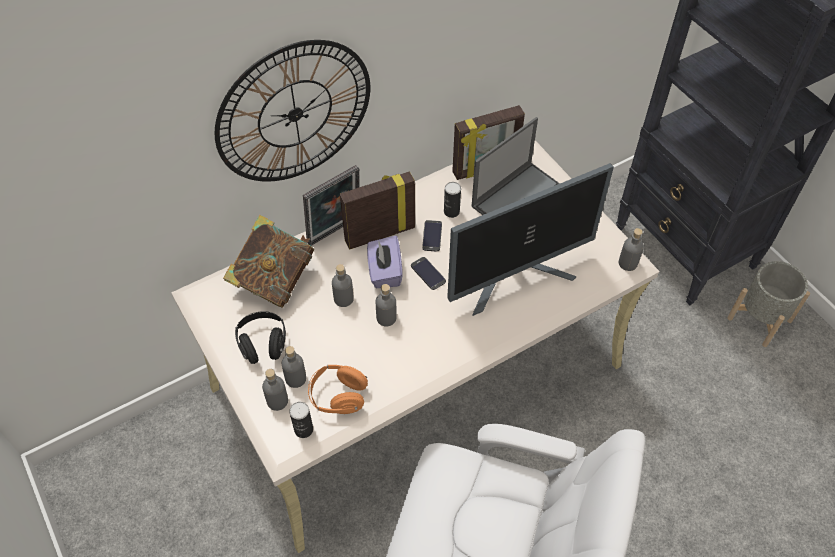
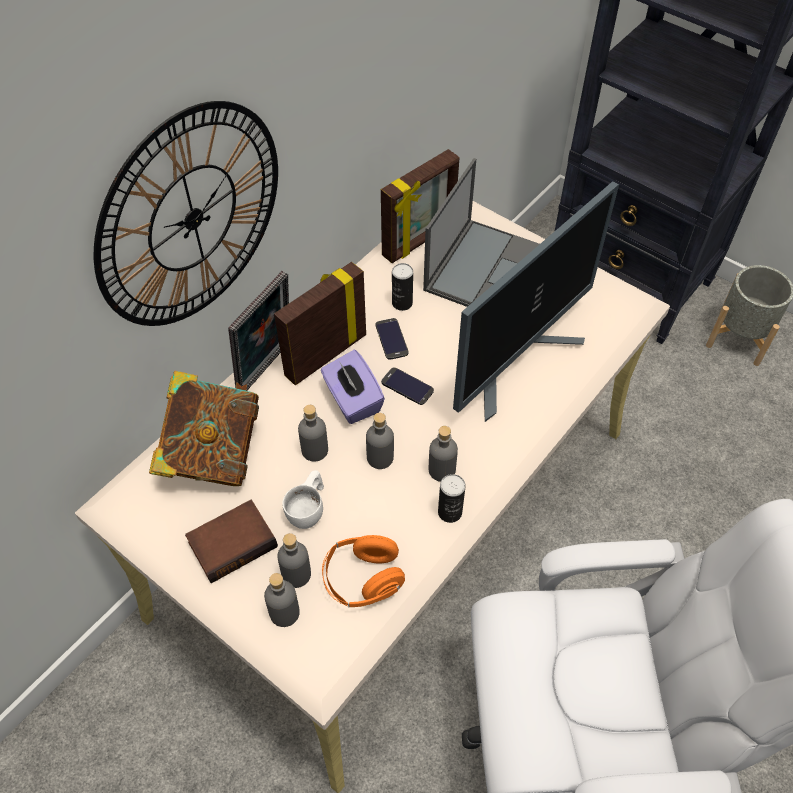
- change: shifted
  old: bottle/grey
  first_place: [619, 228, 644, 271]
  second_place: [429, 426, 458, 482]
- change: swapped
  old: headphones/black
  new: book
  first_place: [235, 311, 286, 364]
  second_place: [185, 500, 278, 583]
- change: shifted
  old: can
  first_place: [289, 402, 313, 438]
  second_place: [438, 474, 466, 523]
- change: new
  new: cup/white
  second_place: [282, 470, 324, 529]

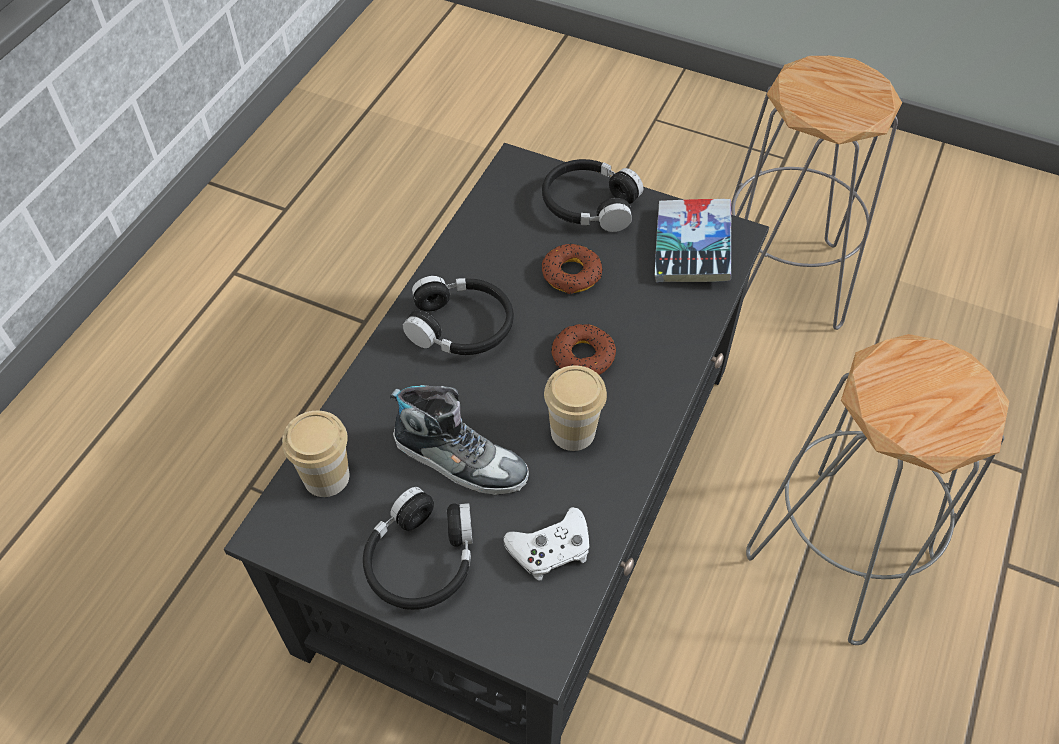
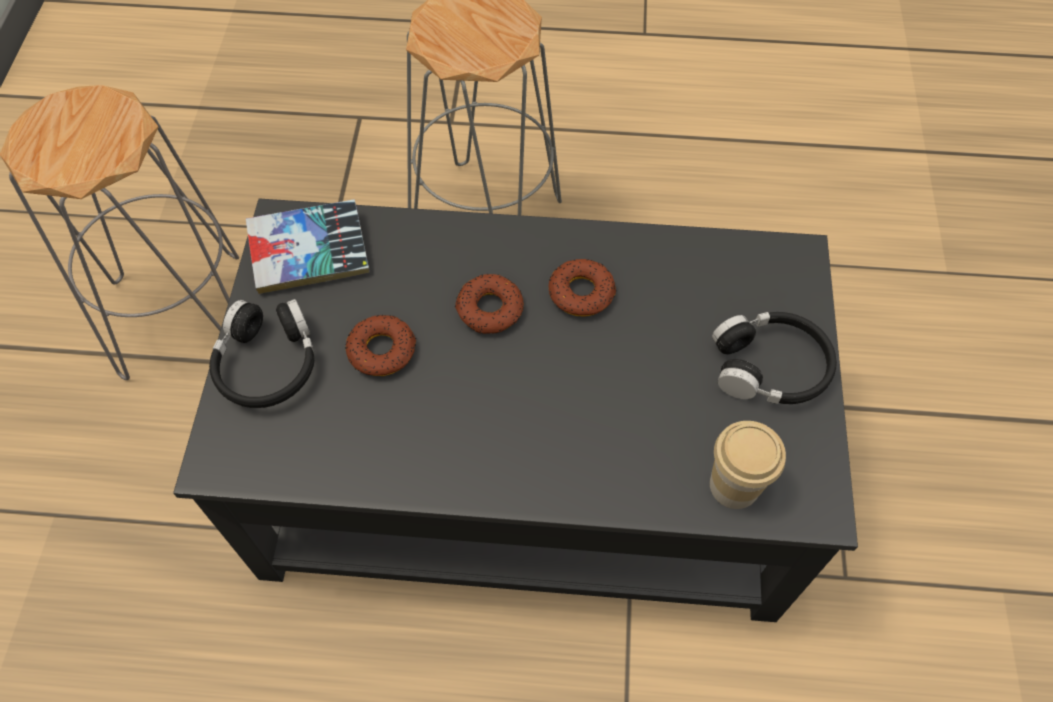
- change: gone
  old: headphones/black
  first_place: [403, 276, 514, 355]
- change: swapped
  old: cup
  new: donut
  first_place: [544, 366, 607, 451]
  second_place: [549, 259, 617, 317]
- change: gone
  old: shoe
  first_place: [390, 385, 529, 495]
- change: gone
  old: game controller/white
  first_place: [503, 507, 590, 581]

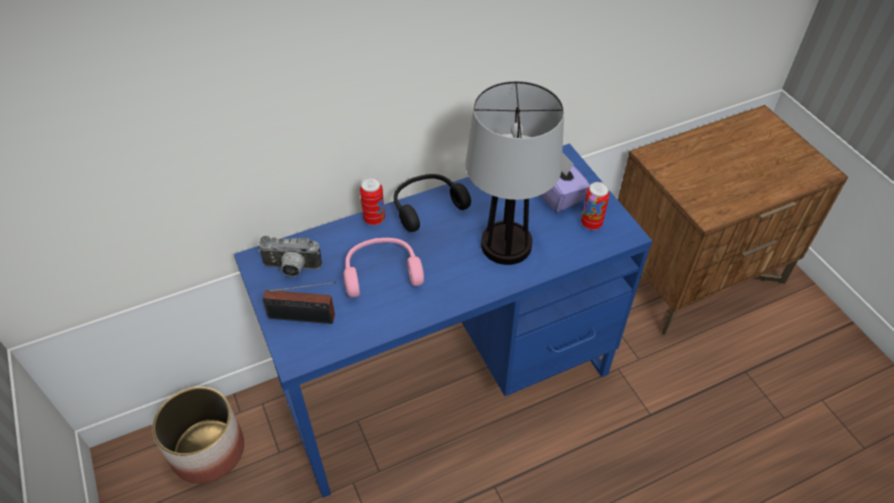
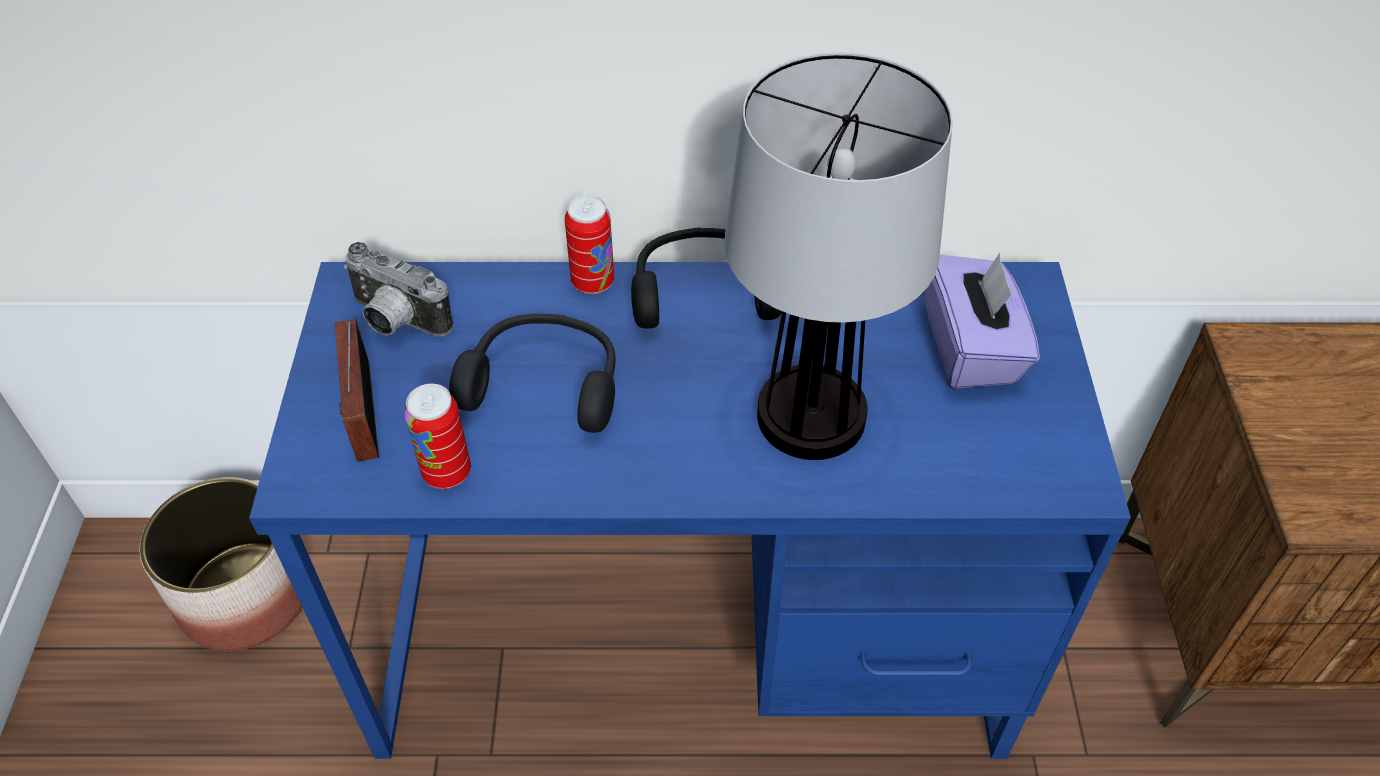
- change: shifted
  old: can
  first_place: [581, 182, 610, 230]
  second_place: [405, 384, 471, 489]
- change: repainted
  old: headphones/pink
  new: headphones/black
  first_place: [344, 238, 424, 297]
  second_place: [449, 314, 616, 433]
- change: rotated
  old: radio
  first_place: [262, 282, 336, 324]
  second_place: [335, 319, 379, 462]
  degrees: 45

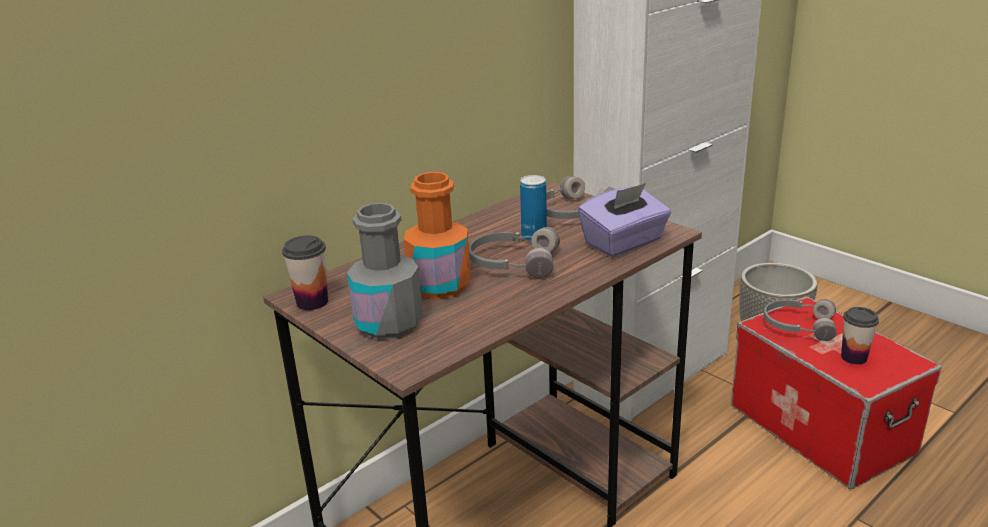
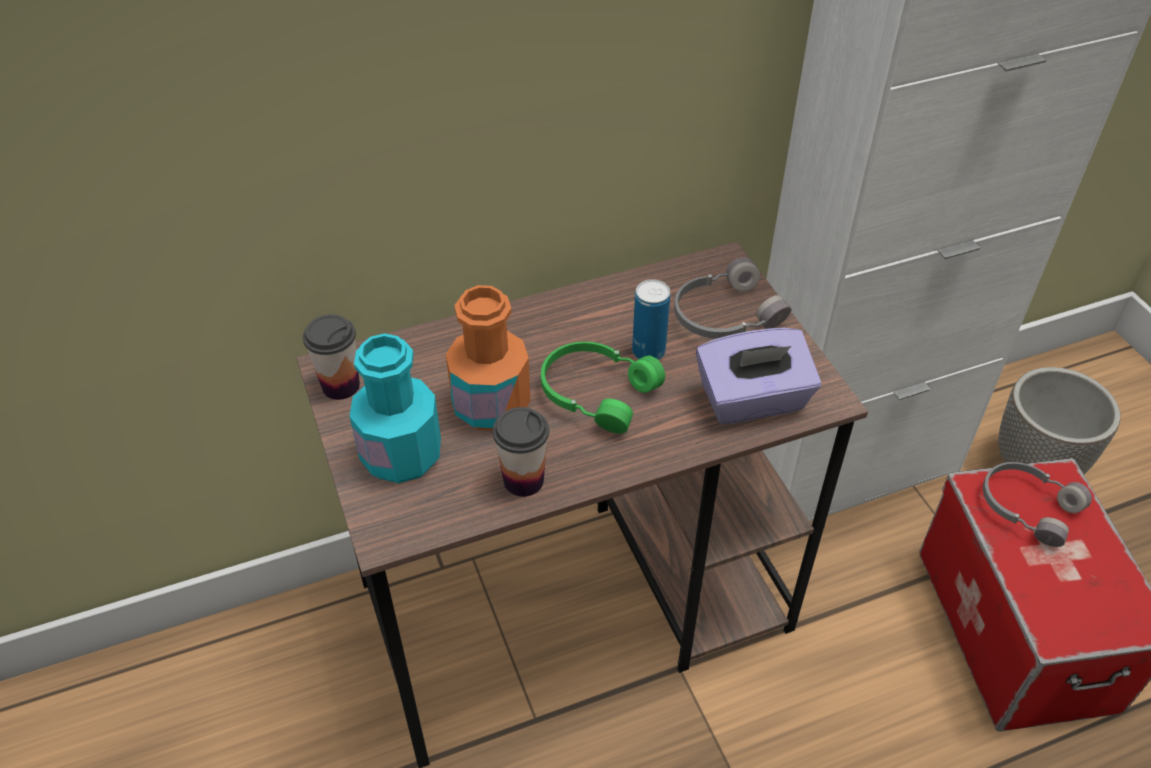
- change: repainted
  old: bottle/grey
  new: bottle/turquoise
  first_place: [347, 203, 423, 340]
  second_place: [350, 333, 441, 483]
- change: repainted
  old: headphones/grey
  new: headphones/green
  first_place: [469, 227, 560, 278]
  second_place: [541, 342, 665, 434]
- change: shifted
  old: cup
  first_place: [841, 307, 879, 365]
  second_place: [493, 407, 549, 497]

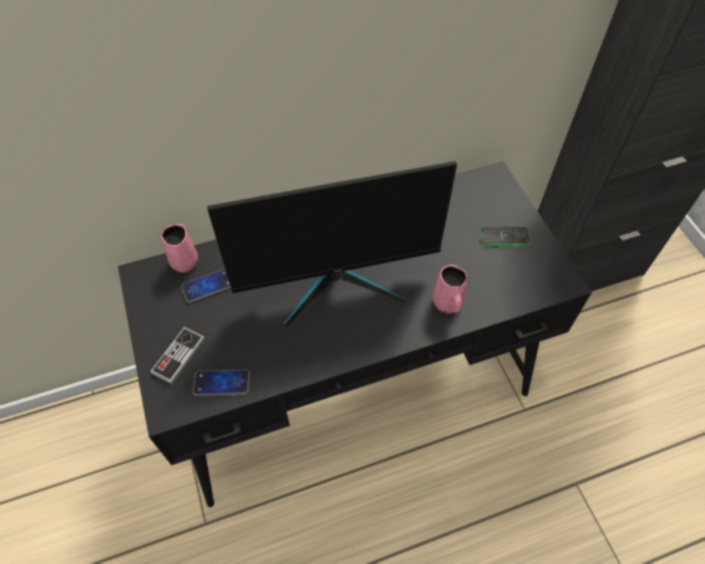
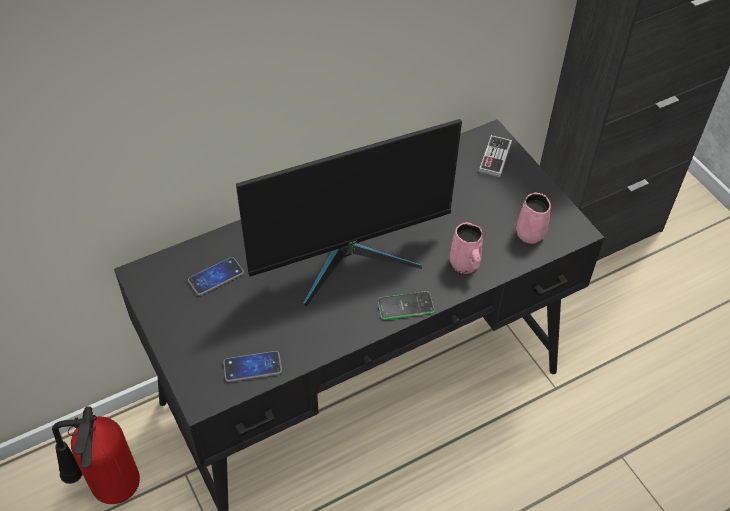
- change: shifted
  old: mug/pink
  first_place: [161, 224, 198, 273]
  second_place: [516, 192, 551, 244]
- change: shifted
  old: phone
  first_place: [480, 226, 531, 246]
  second_place: [378, 291, 434, 320]
- change: shifted
  old: game controller
  first_place: [150, 327, 205, 384]
  second_place: [479, 135, 512, 177]
- change: new
  new: fire extinguisher
  second_place: [52, 406, 140, 504]

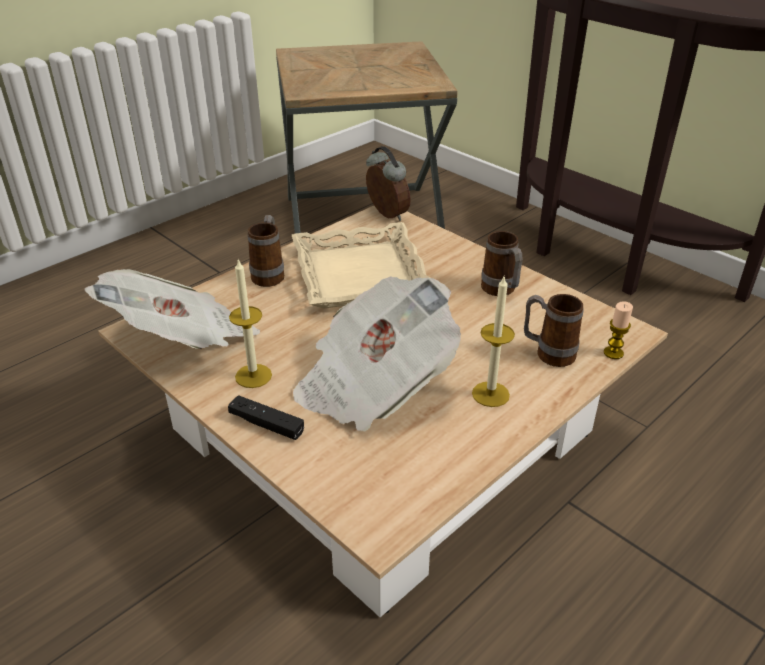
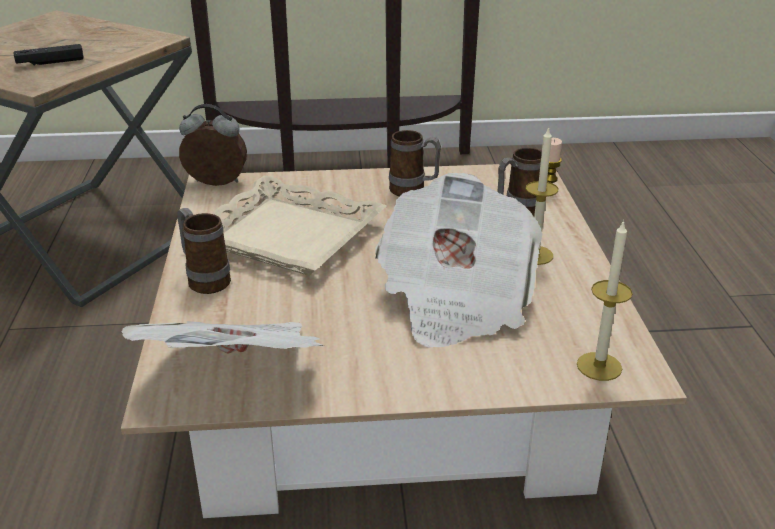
- change: shifted
  old: candle
  first_place: [229, 259, 272, 388]
  second_place: [577, 220, 633, 381]
- change: shifted
  old: game controller/black
  first_place: [228, 395, 304, 440]
  second_place: [13, 44, 83, 66]

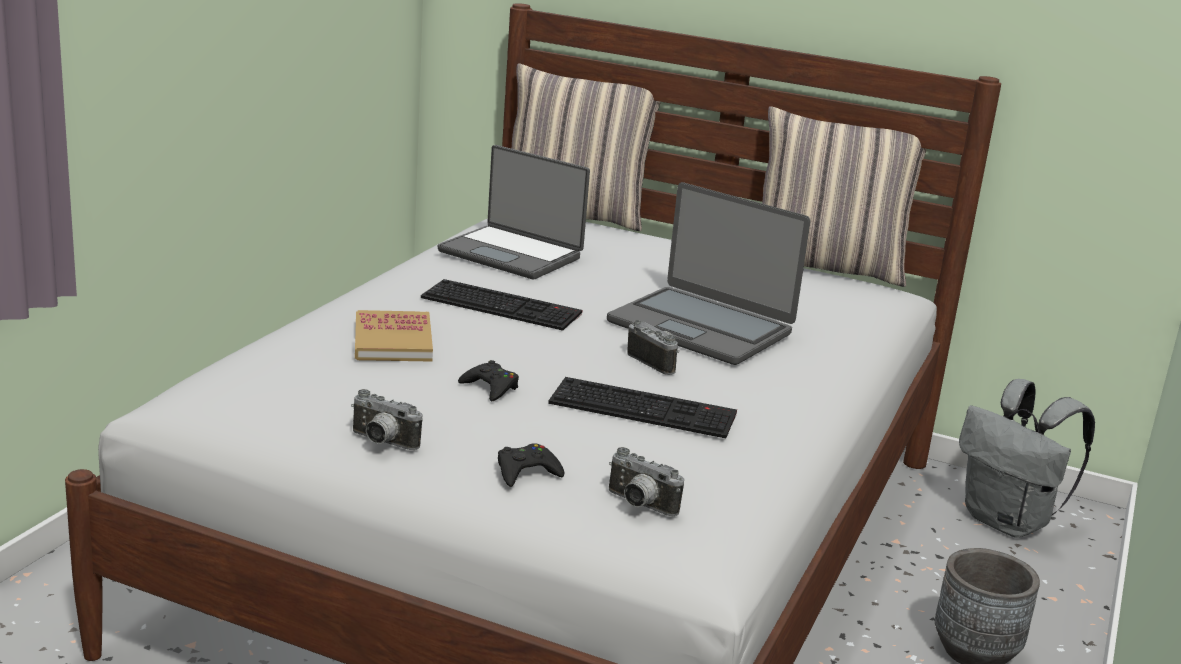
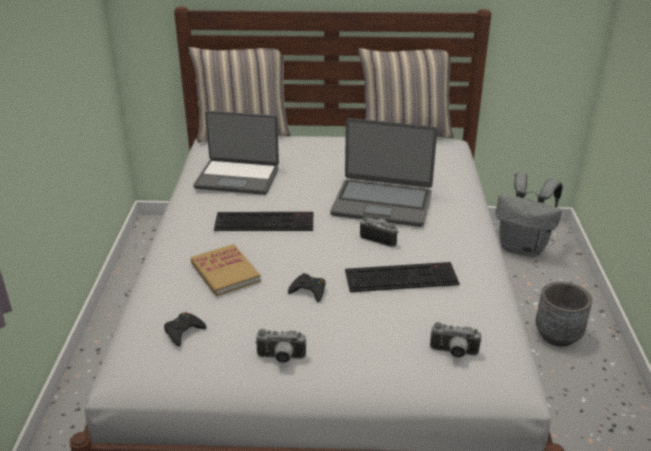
- change: shifted
  old: game controller/black
  first_place: [498, 444, 564, 487]
  second_place: [164, 312, 207, 347]

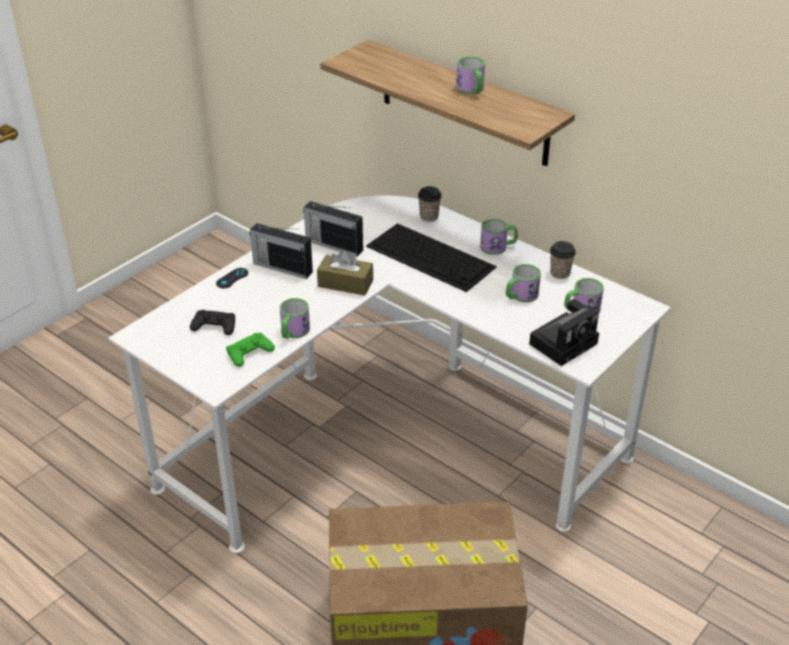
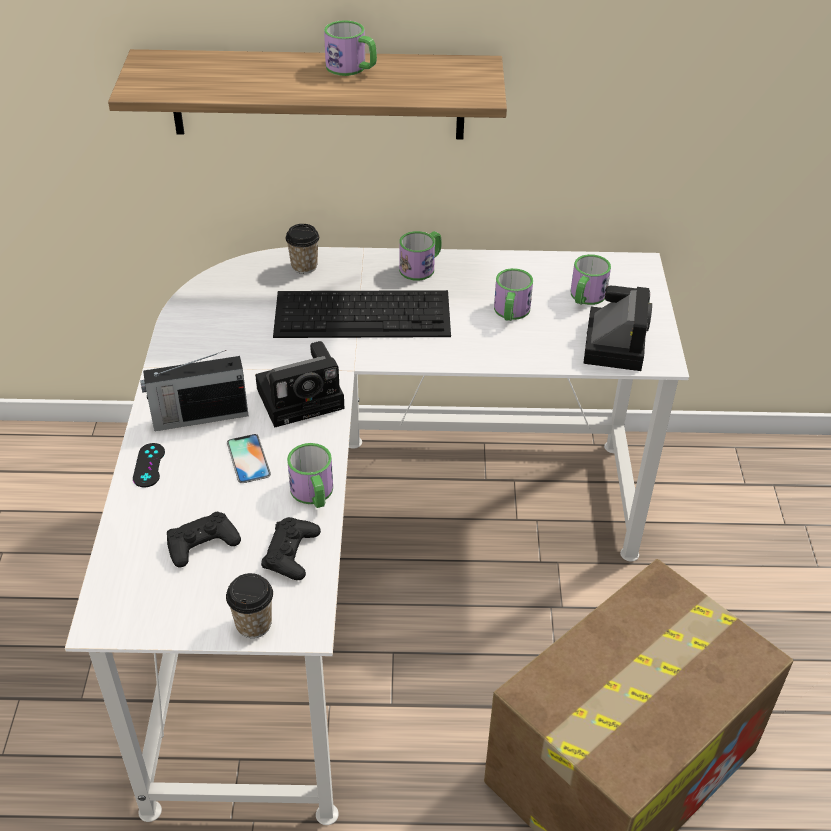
- change: gone
  old: radio
  first_place: [303, 201, 363, 257]
- change: shifted
  old: cup
  first_place: [550, 241, 576, 279]
  second_place: [226, 573, 273, 638]
- change: swapped
  old: tissue box/brown
  new: photo camera
  first_place: [317, 249, 373, 296]
  second_place: [255, 341, 344, 428]
- change: repainted
  old: game controller/green
  new: game controller/black
  first_place: [226, 333, 275, 367]
  second_place: [261, 517, 321, 580]
- change: new
  new: phone
  second_place: [227, 434, 271, 483]

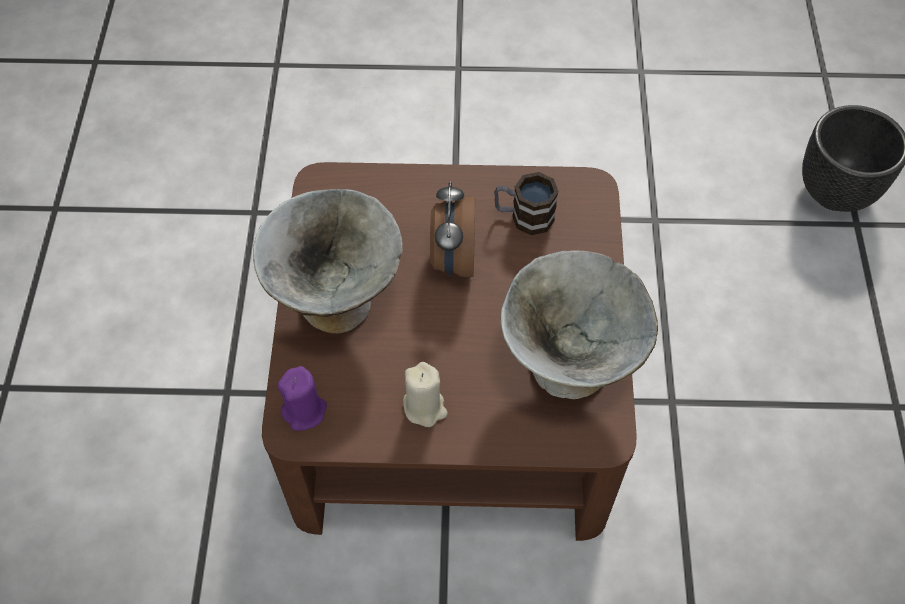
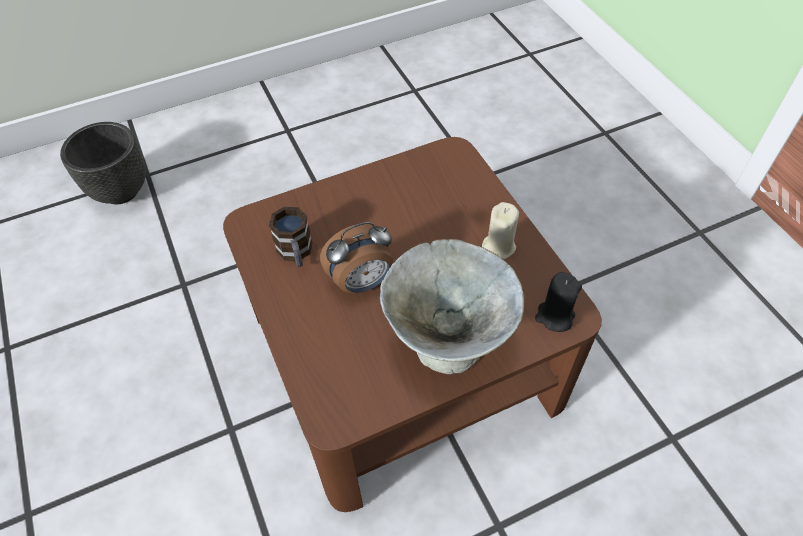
- change: gone
  old: bowl/grey
  first_place: [501, 250, 658, 399]
- change: repainted
  old: candle/purple
  new: candle/black
  first_place: [278, 366, 327, 431]
  second_place: [535, 272, 582, 332]

